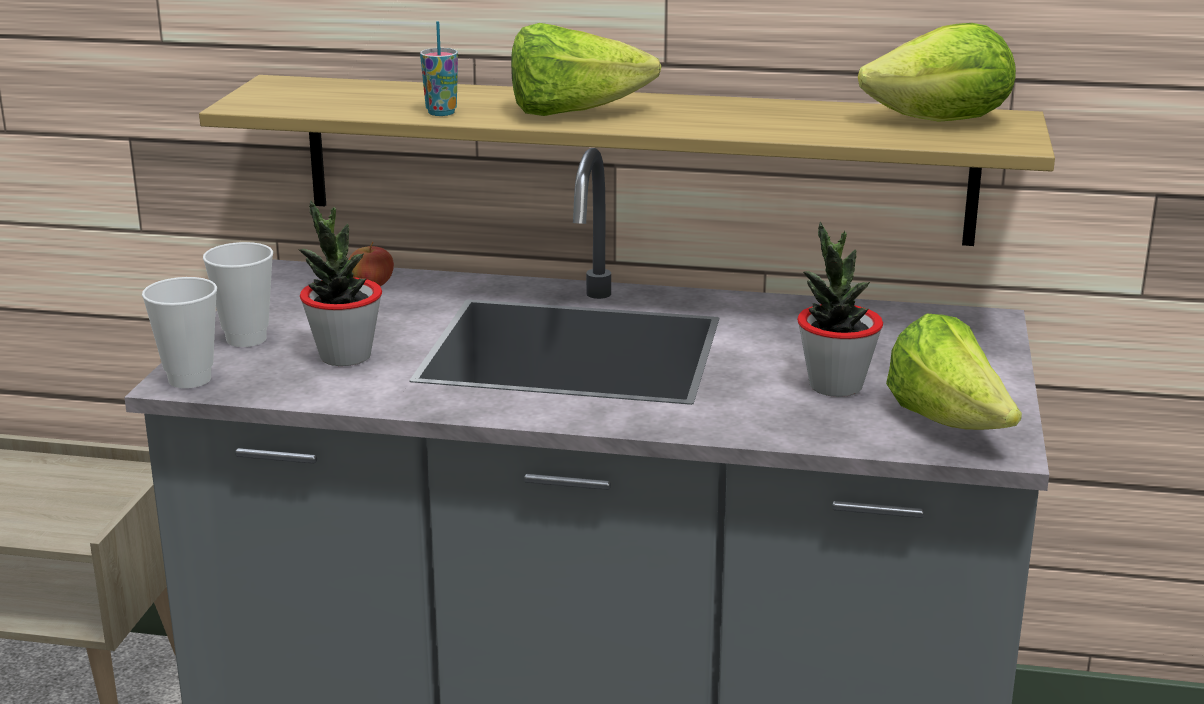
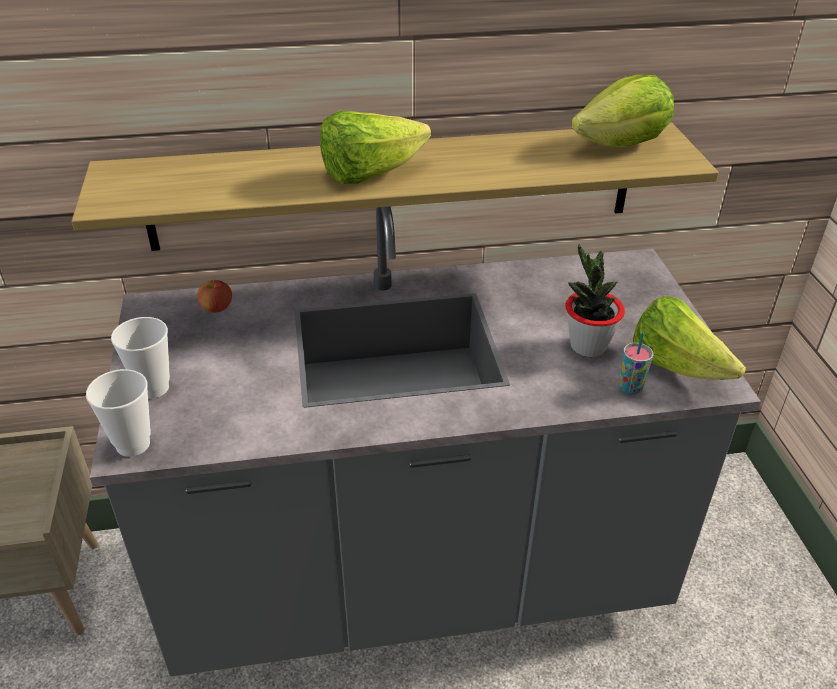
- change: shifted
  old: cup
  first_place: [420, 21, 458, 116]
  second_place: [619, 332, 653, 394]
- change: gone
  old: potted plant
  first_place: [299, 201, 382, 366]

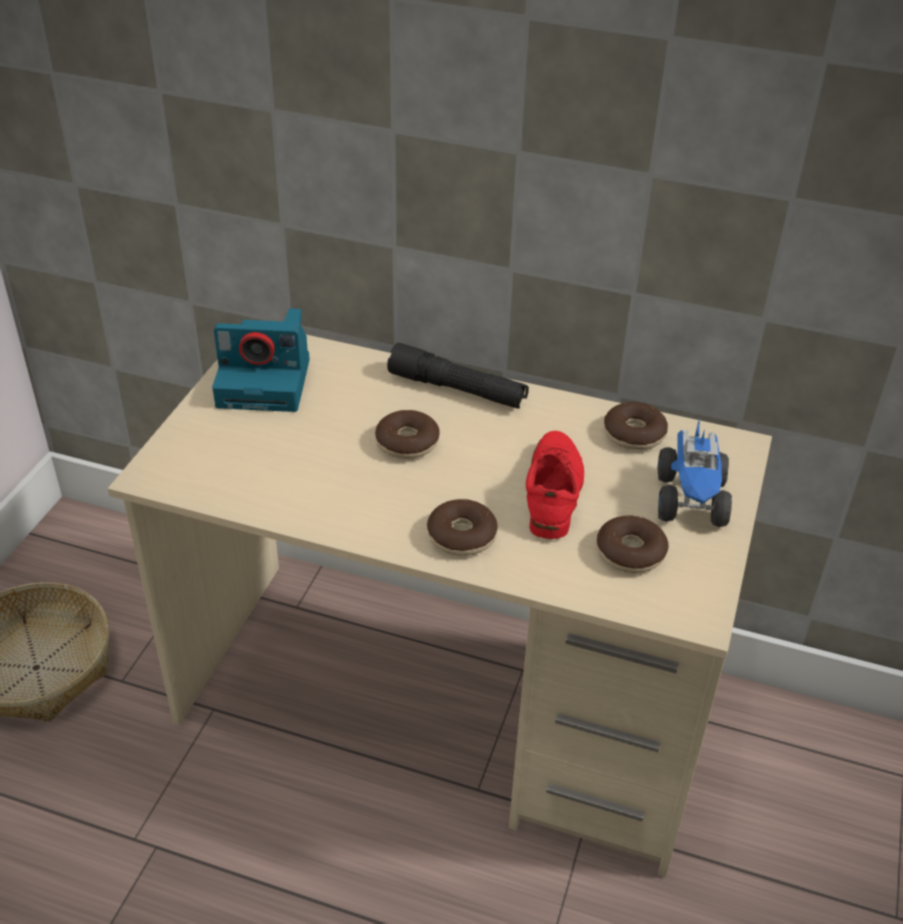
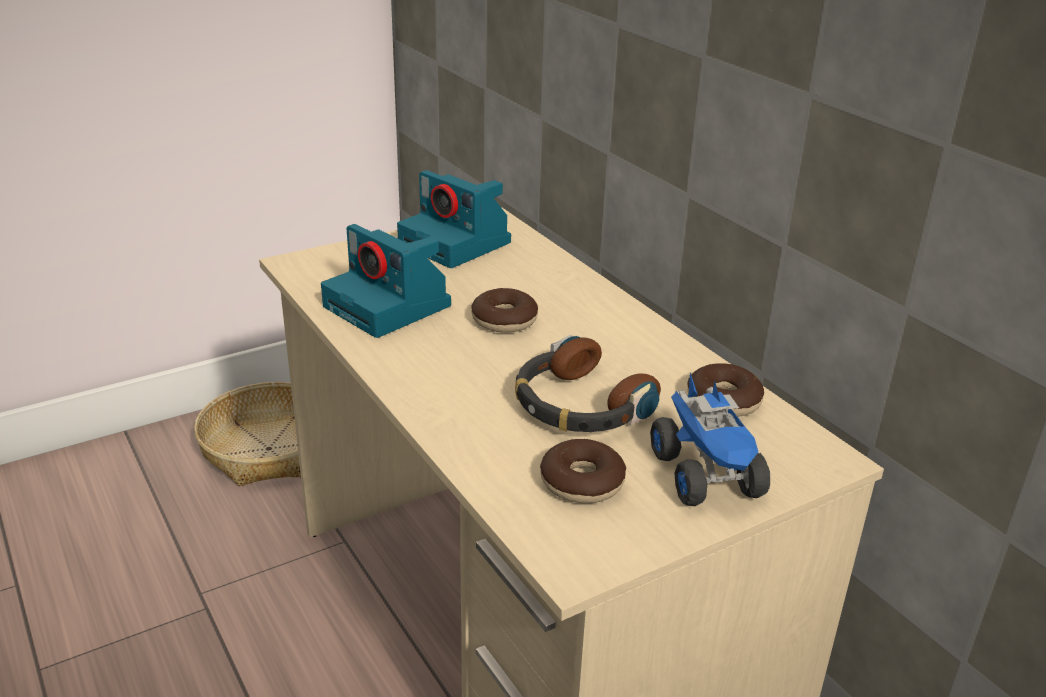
- change: gone
  old: flashlight/black
  first_place: [387, 343, 529, 409]
- change: rotated
  old: toy truck
  first_place: [657, 416, 732, 527]
  second_place: [650, 373, 770, 506]
  degrees: -60
- change: swapped
  old: shoe/red
  new: headphones
  first_place: [526, 431, 584, 539]
  second_place: [515, 335, 661, 432]
- change: gone
  old: donut
  first_place: [427, 499, 498, 556]
- change: new
  new: photo camera
  second_place: [321, 224, 451, 338]

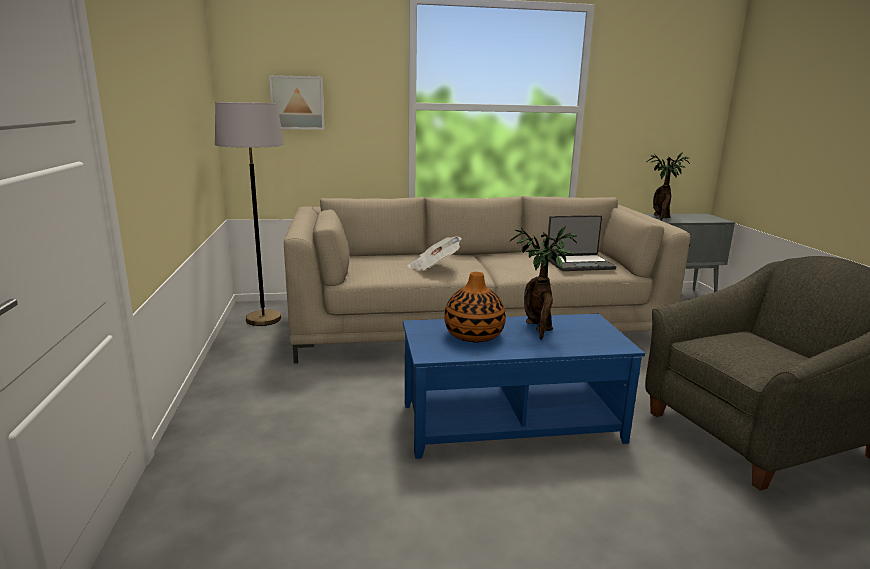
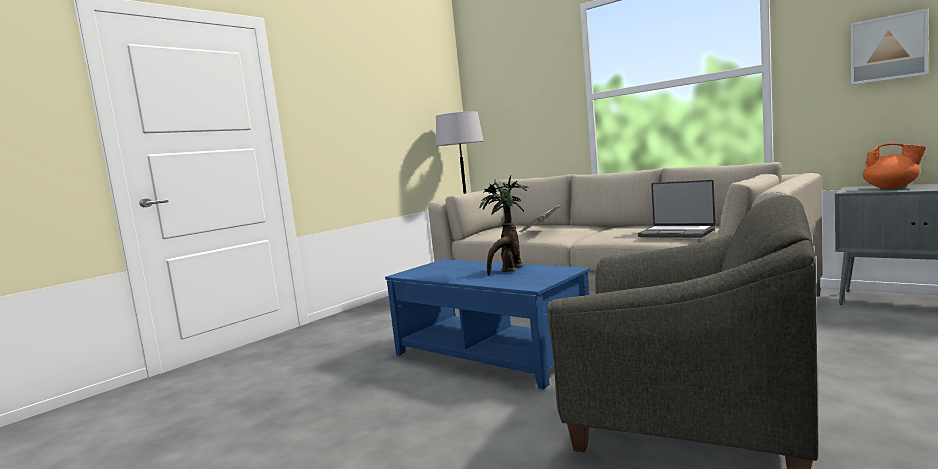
- change: shifted
  old: picture
  first_place: [269, 75, 324, 130]
  second_place: [850, 8, 929, 85]
- change: swapped
  old: potted plant
  new: teapot/orange
  first_place: [647, 152, 690, 221]
  second_place: [863, 143, 926, 189]
- change: gone
  old: vase
  first_place: [444, 272, 506, 342]

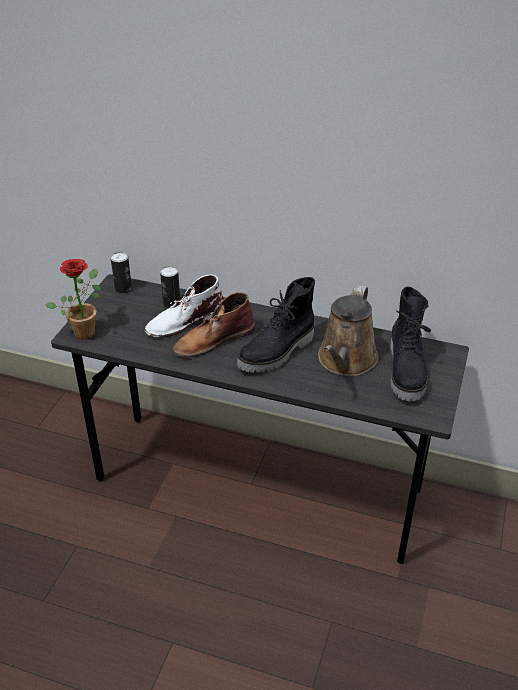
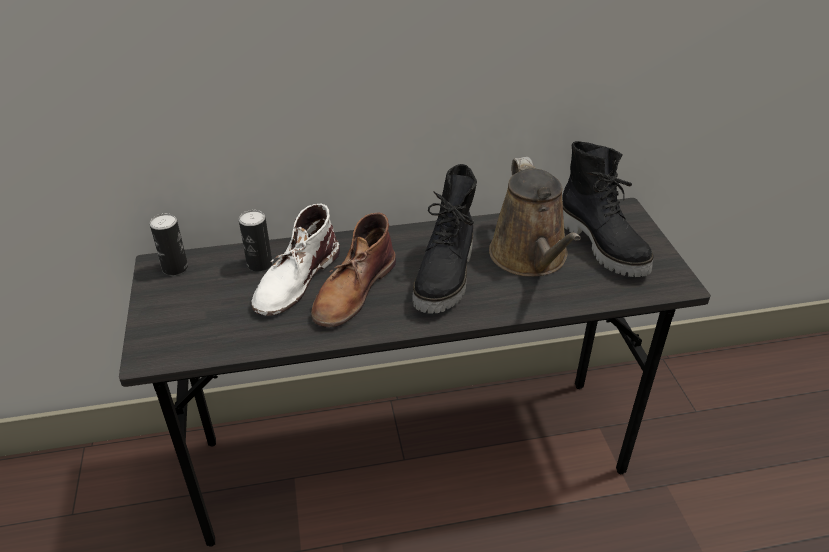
- change: gone
  old: potted plant
  first_place: [46, 259, 101, 340]

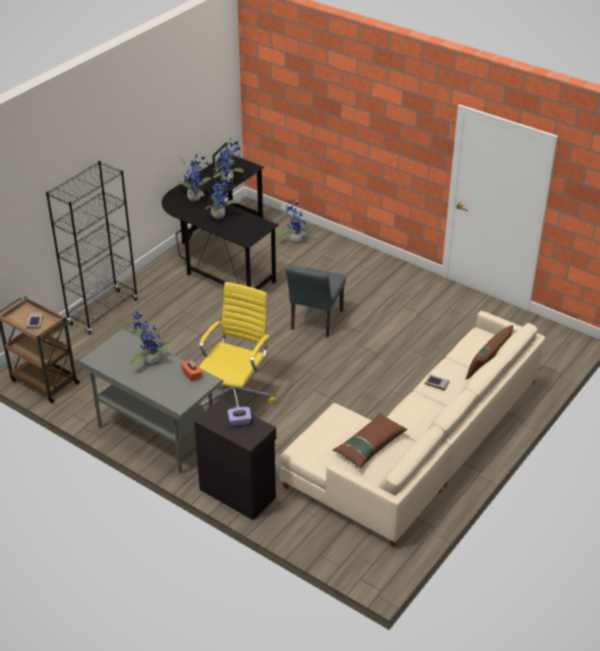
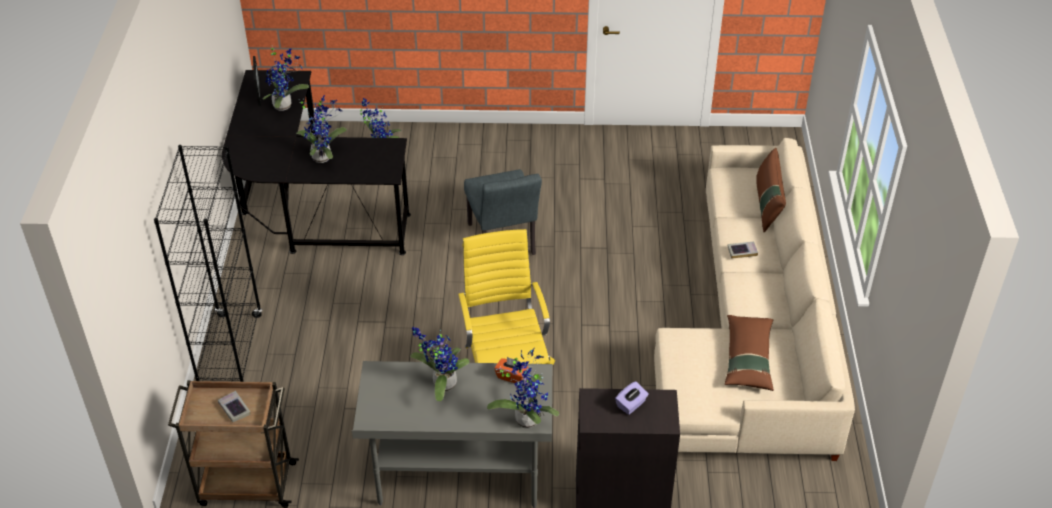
- change: shifted
  old: potted plant
  first_place: [177, 154, 211, 202]
  second_place: [487, 347, 559, 428]

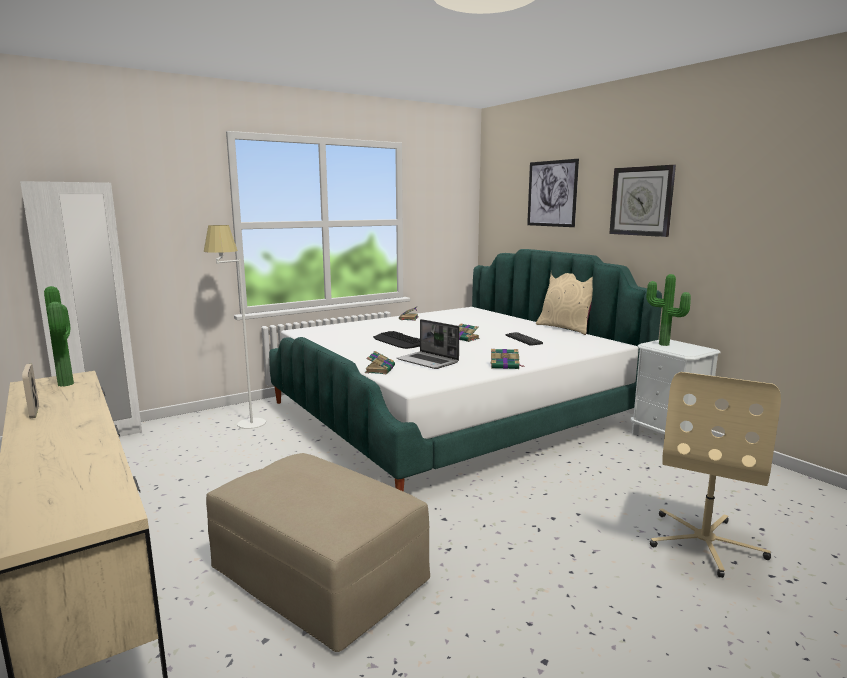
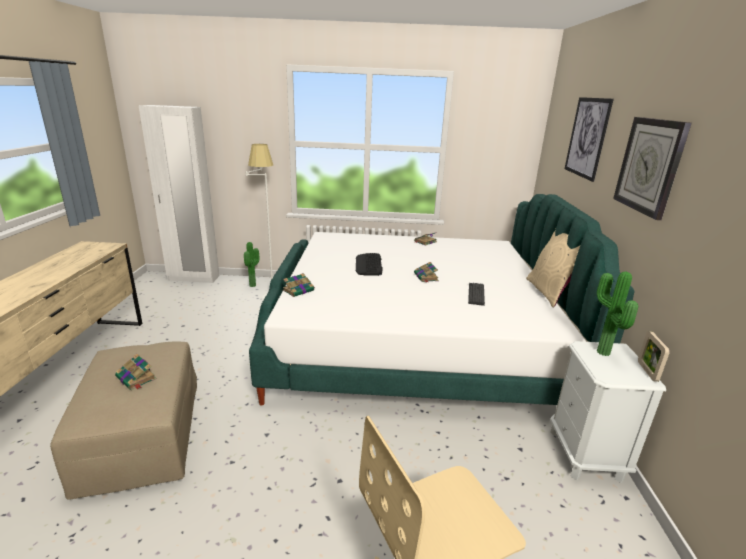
- change: shifted
  old: potted plant
  first_place: [44, 286, 74, 387]
  second_place: [244, 242, 260, 287]
- change: gone
  old: laptop
  first_place: [397, 319, 460, 369]
- change: shifted
  old: book
  first_place: [490, 349, 524, 369]
  second_place: [115, 354, 157, 390]
- change: shifted
  old: picture frame
  first_place: [22, 364, 39, 419]
  second_place: [638, 331, 670, 382]

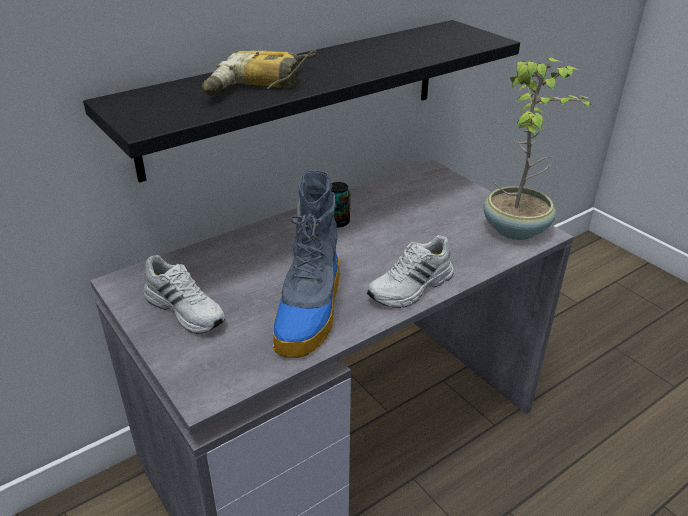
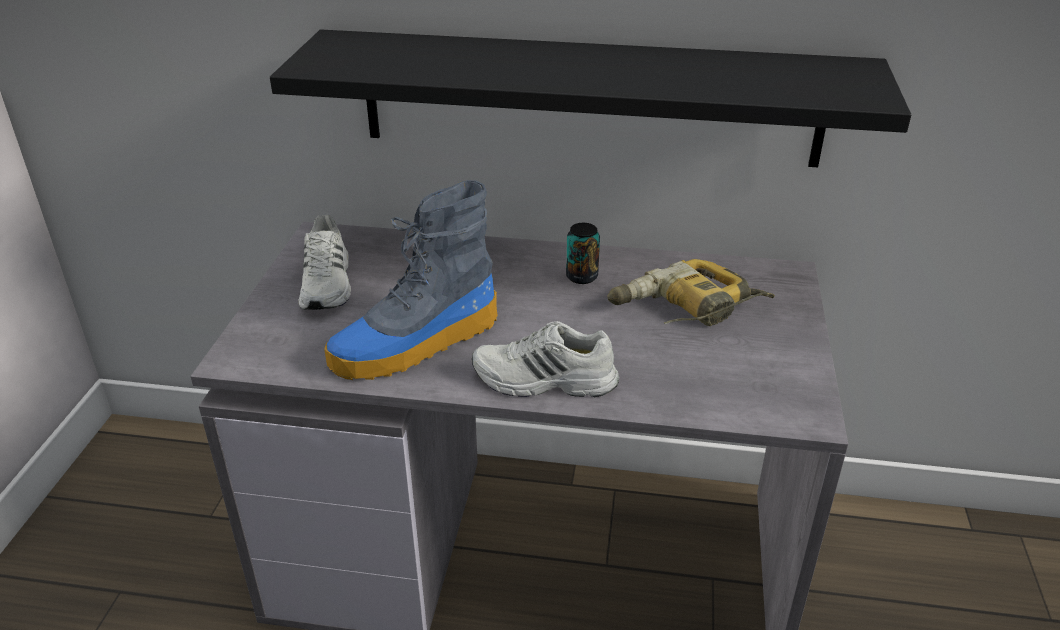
- change: shifted
  old: power drill
  first_place: [202, 50, 318, 96]
  second_place: [607, 259, 775, 326]
- change: gone
  old: potted plant
  first_place: [483, 58, 594, 240]

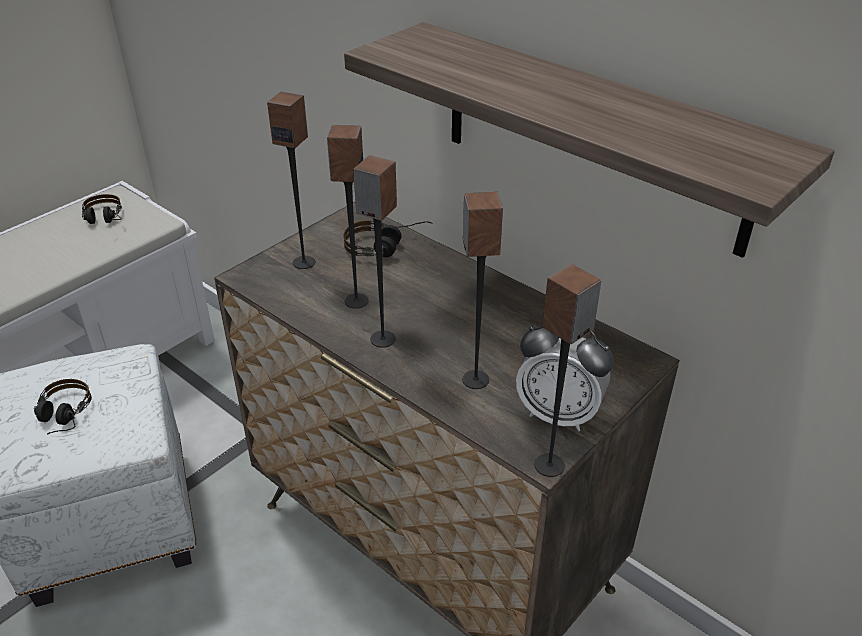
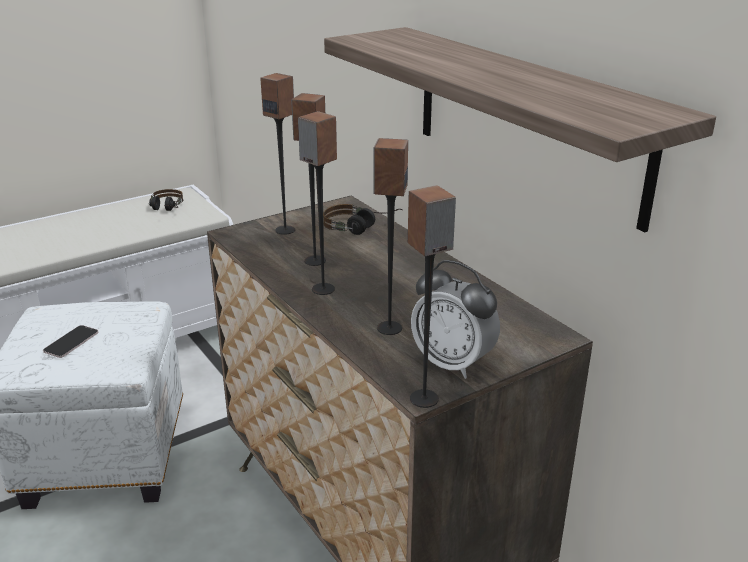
- change: swapped
  old: headphones
  new: phone
  first_place: [34, 379, 92, 435]
  second_place: [43, 325, 99, 358]

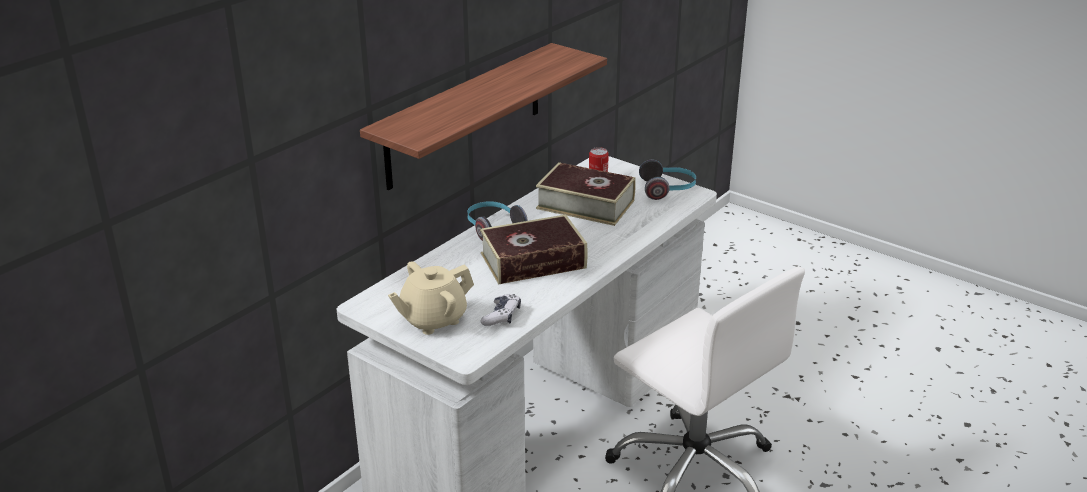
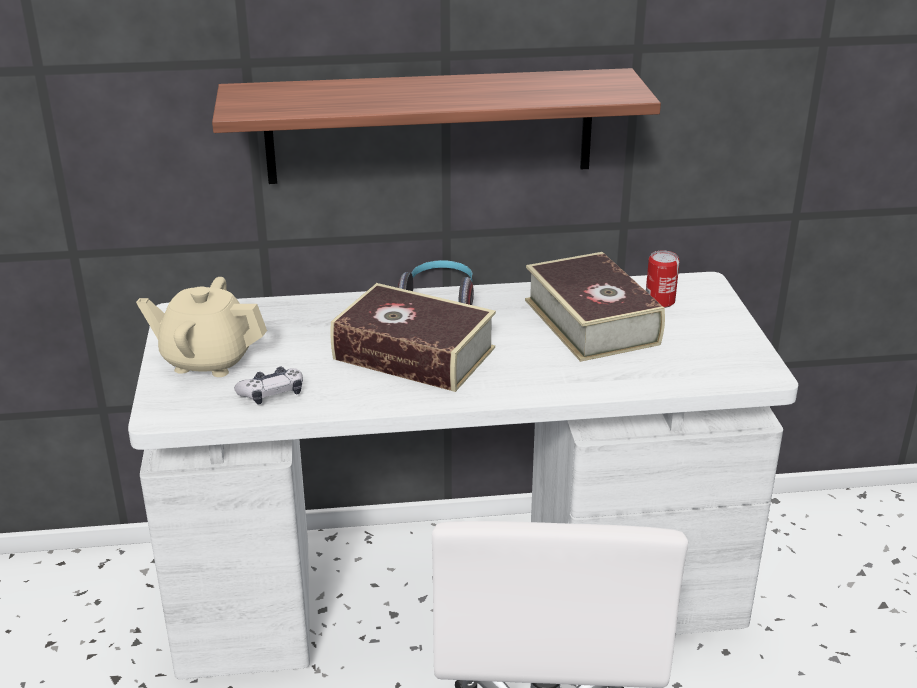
- change: gone
  old: headphones
  first_place: [639, 160, 696, 200]

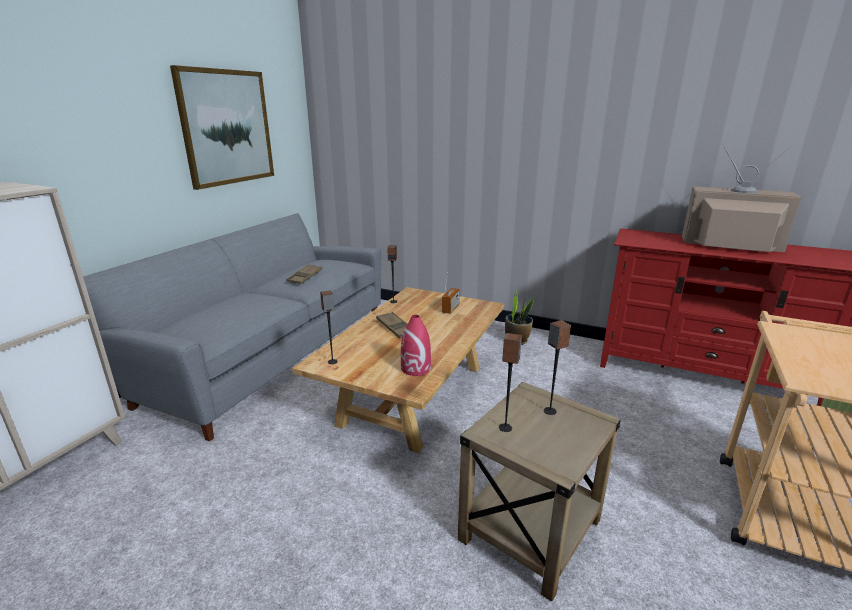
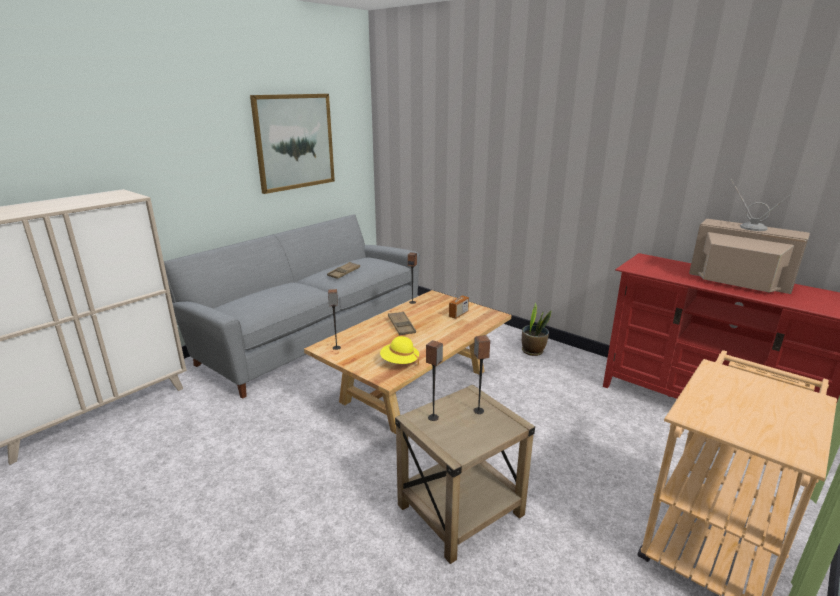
- change: swapped
  old: vase/red
  new: hat/yellow
  first_place: [401, 315, 431, 376]
  second_place: [380, 336, 419, 365]

